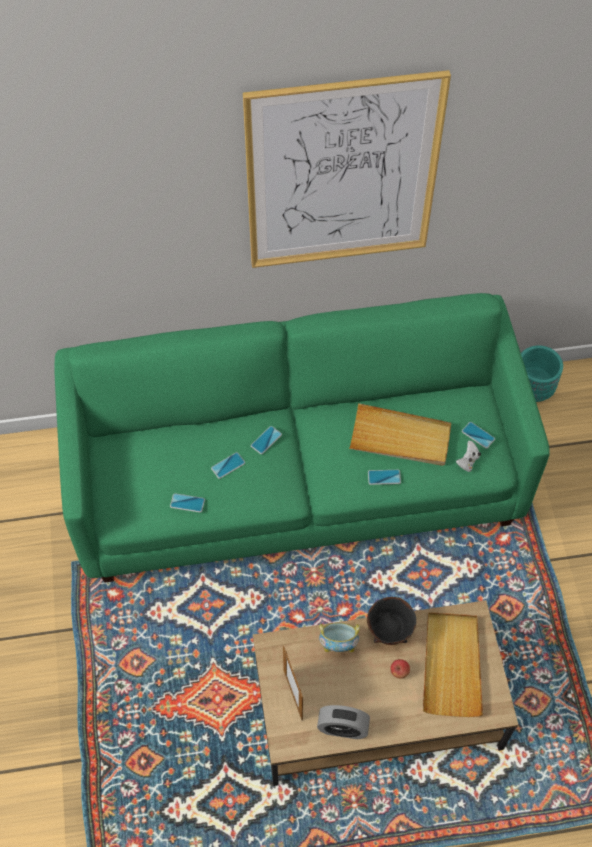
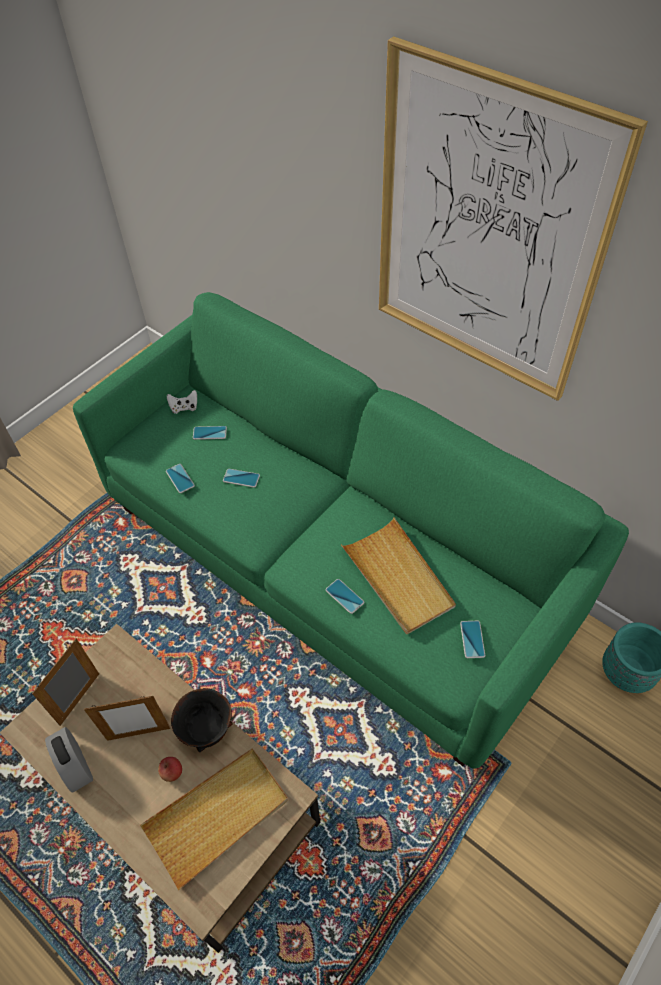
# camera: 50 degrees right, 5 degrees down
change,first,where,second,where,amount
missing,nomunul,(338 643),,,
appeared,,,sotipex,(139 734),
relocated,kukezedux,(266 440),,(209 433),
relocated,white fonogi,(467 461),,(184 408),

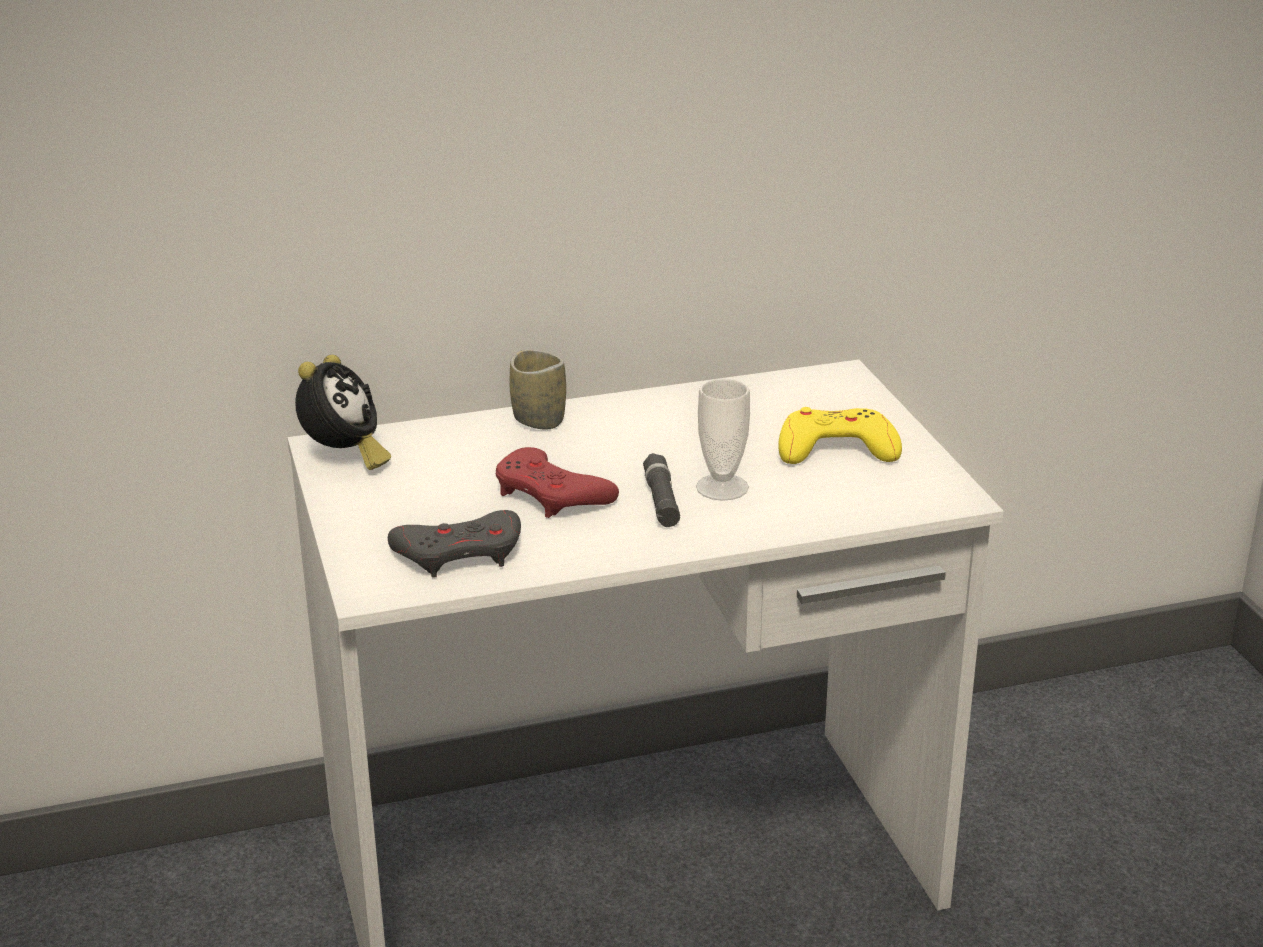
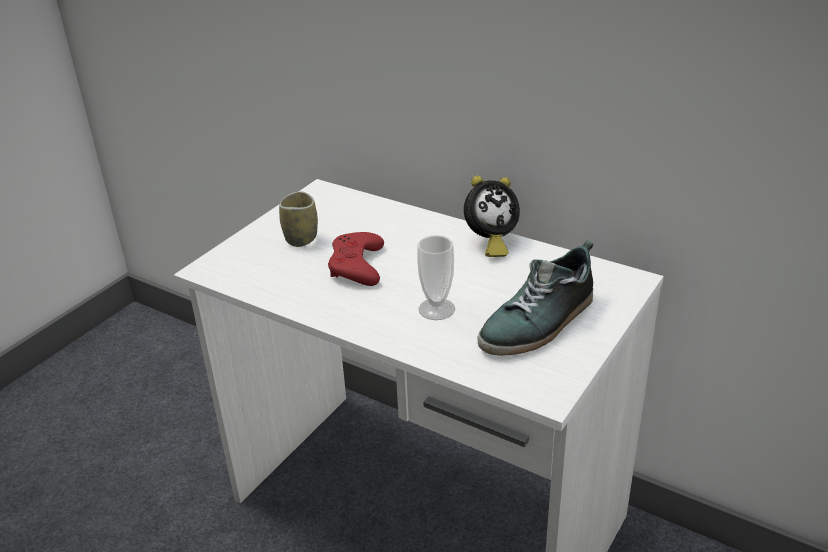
# camera: 50 degrees right, 5 degrees up
change,first,where,second,where,amount
missing,grey fonogi,(460 553),,,
missing,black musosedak,(661 500),,,
relocated,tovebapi,(344 458),,(489 243),
relocated,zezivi,(539 420),,(301 238),
exchanged,yellow fonogi,(836 448),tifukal,(539 322),

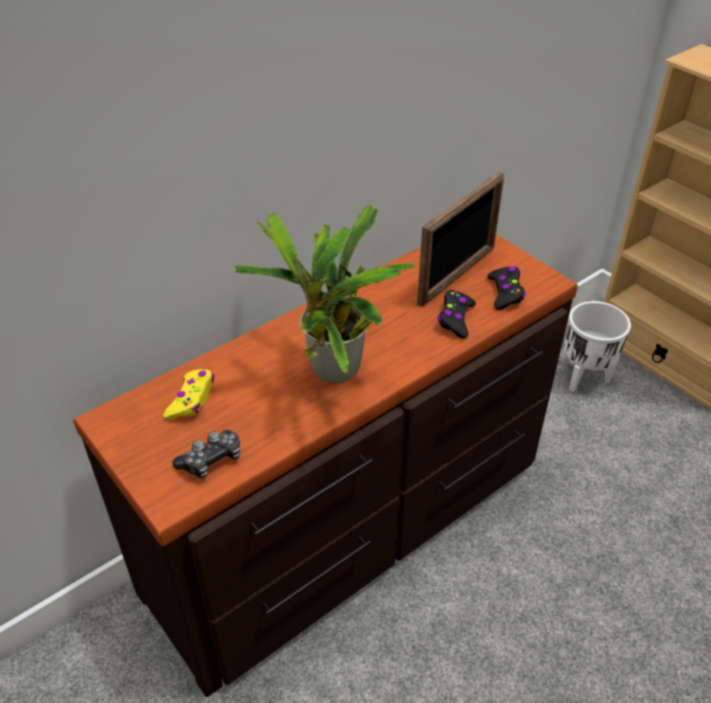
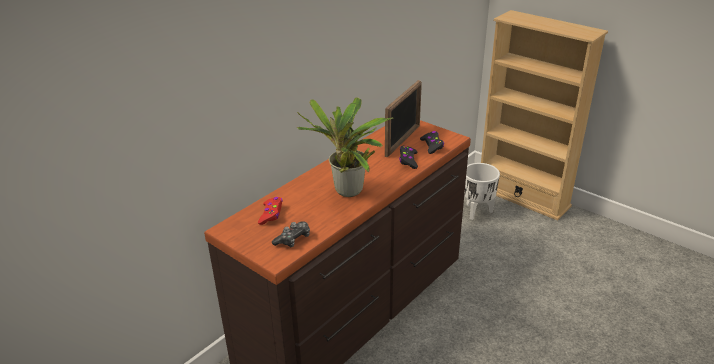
# camera: 10 degrees left, 10 degrees down
change,first,where,second,where,amount
colour,yellow fonogi,(192 399),red fonogi,(271 214),

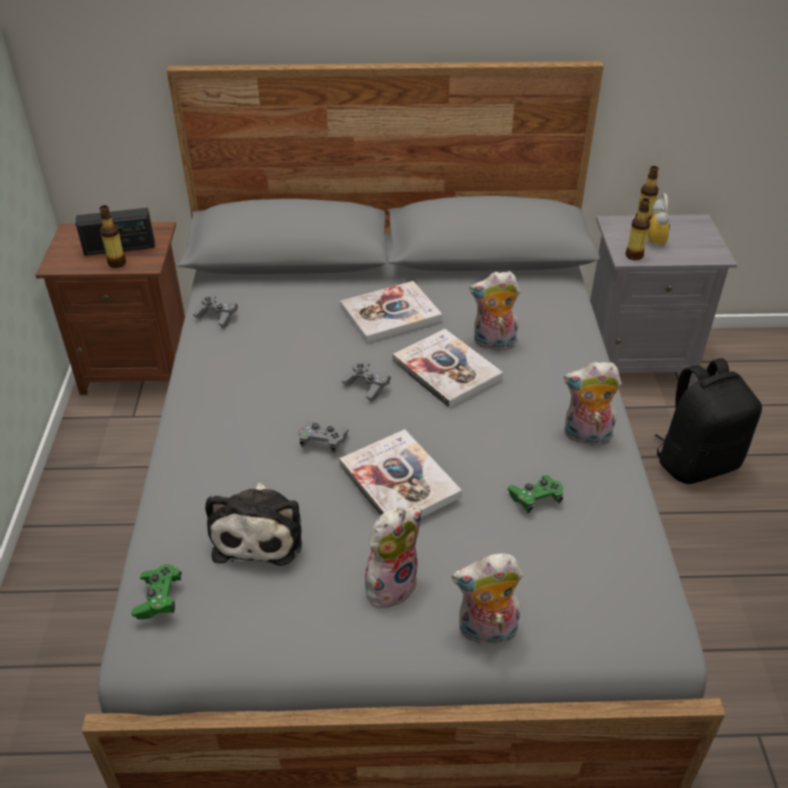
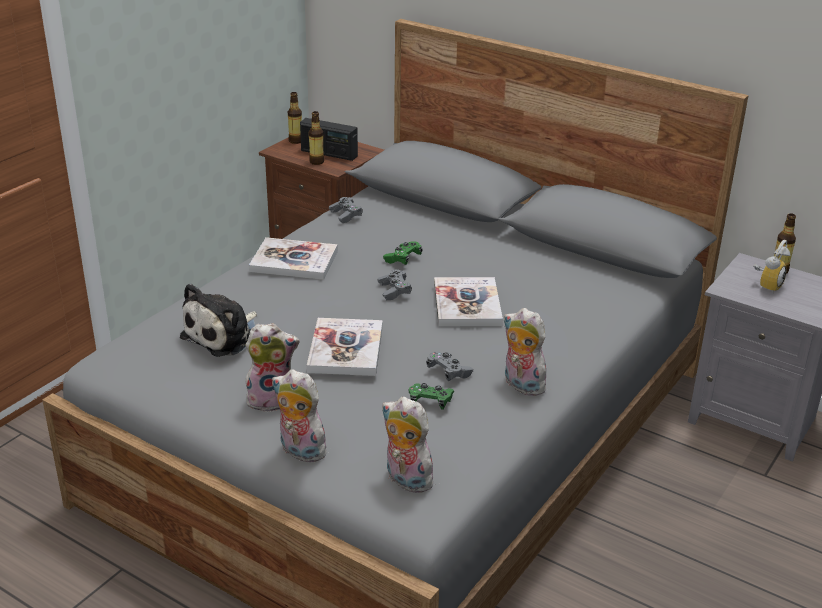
# camera: 35 degrees right, 10 degrees down
change,first,where,second,where,amount
missing,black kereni,(696 462),,,
relocated,green fonogi,(159 598),,(403 259),
relocated,grey fonogi,(323 442),,(448 372),
relocated,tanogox,(390 314),,(294 261),
relocated,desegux,(493 343),,(405 480),
relocated,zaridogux,(634 256),,(295 141),

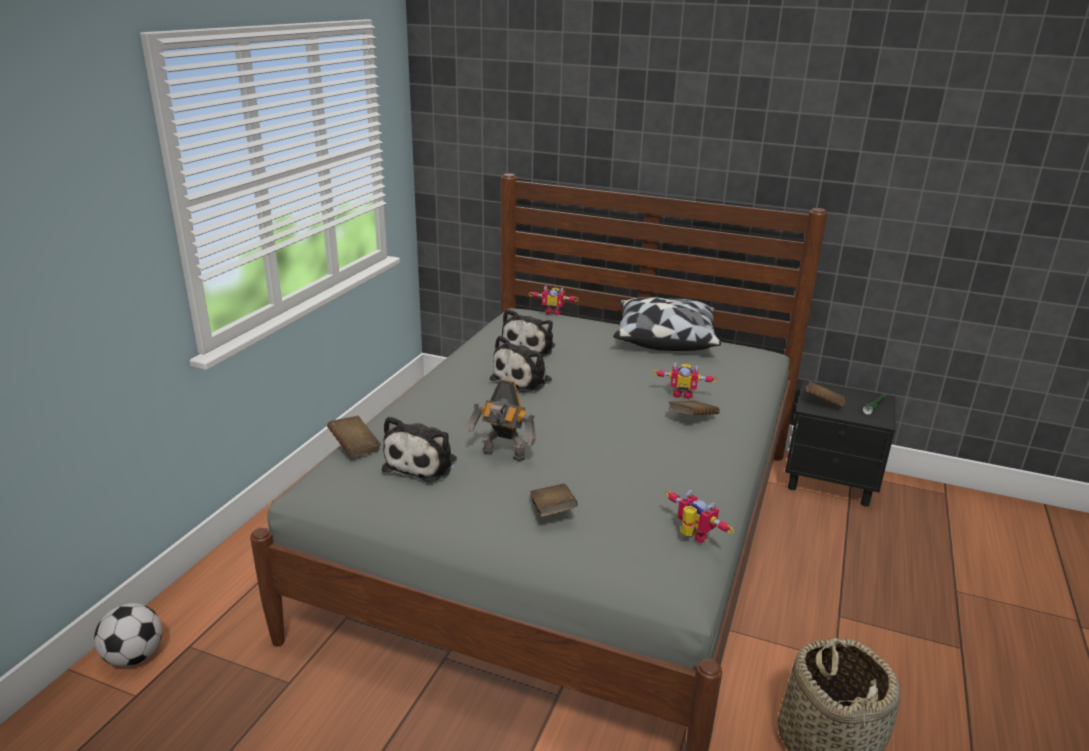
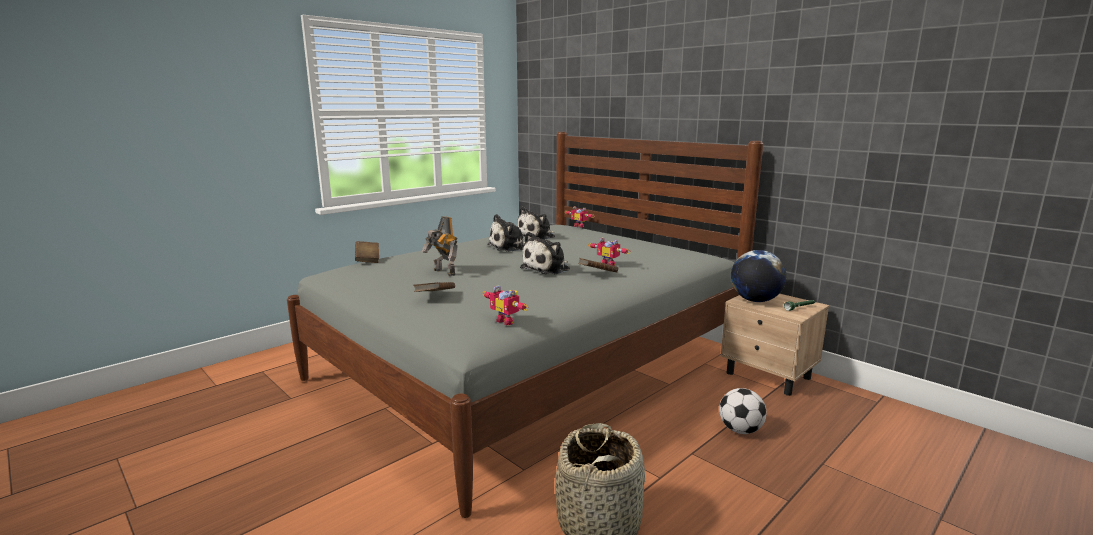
# camera: 25 degrees right, 10 degrees down
change,first,where,second,where,amount
missing,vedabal,(664 339),,,
relocated,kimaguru,(134 657),,(740 430),
relocated,desegux,(423 463),,(548 268),
exchanged,brown tanogox,(823 403),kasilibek,(755 300),
colour,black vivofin,(831 482),beige vivofin,(769 376),
spun,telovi,(691 537),,(507 321),150 degrees clockwise

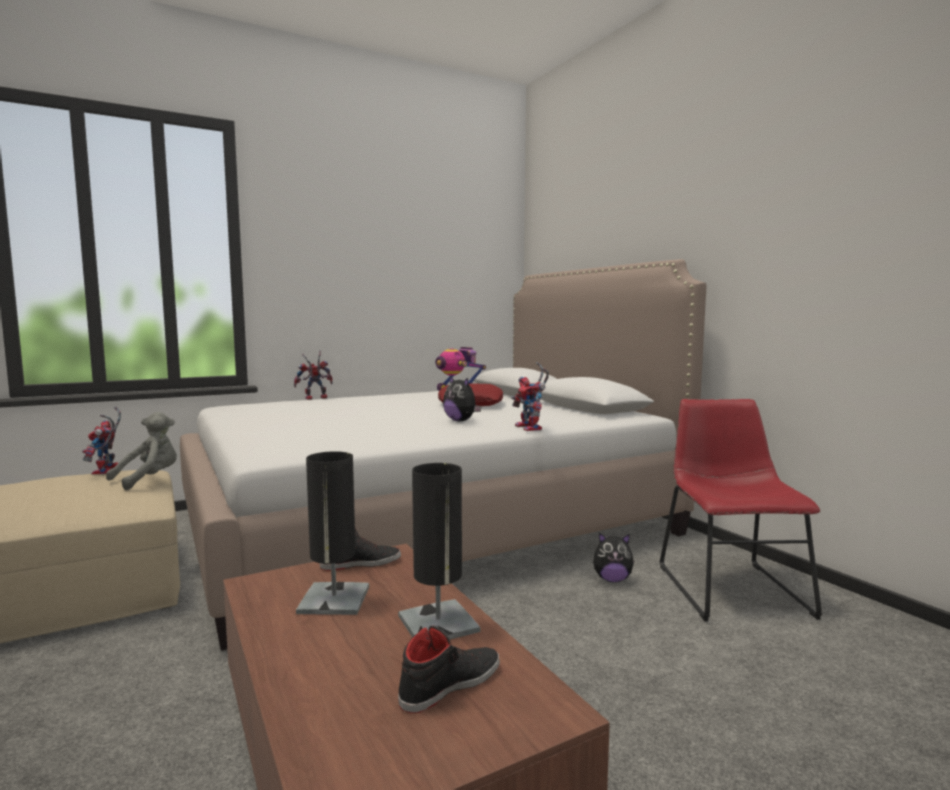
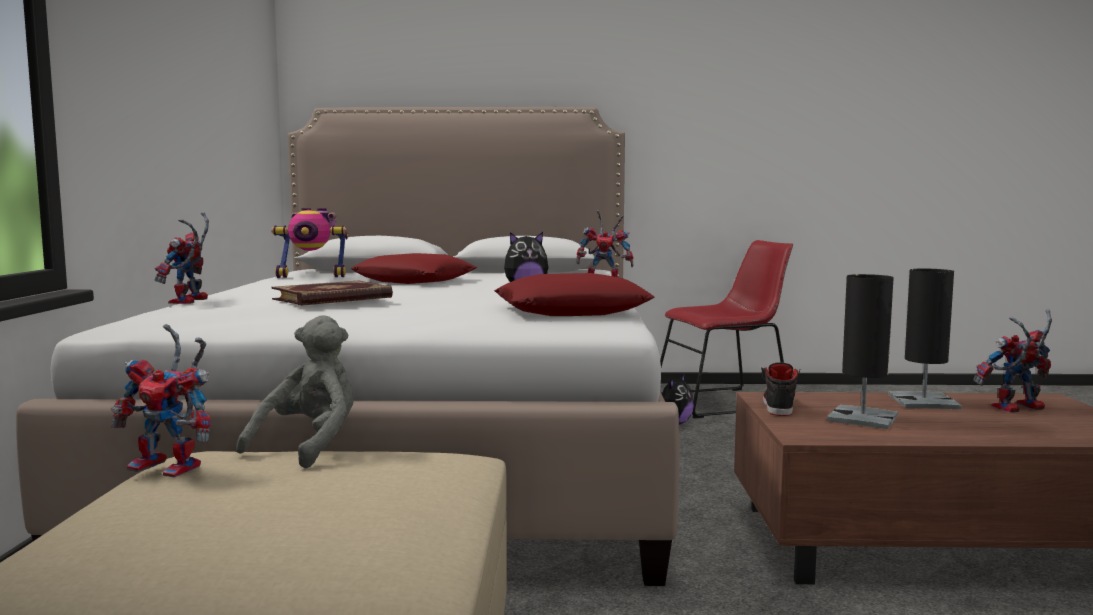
# camera: 60 degrees left, 0 degrees up
change,first,where,second,where,amount
appeared,,,tanogox,(333 298),
appeared,,,red vedabal,(572 310),
exchanged,black tifukal,(450 684),telovi,(1016 409),
spun,grey desegux,(149 479),,(310 446),45 degrees clockwise
spun,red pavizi,(729 587),,(724 402),135 degrees clockwise

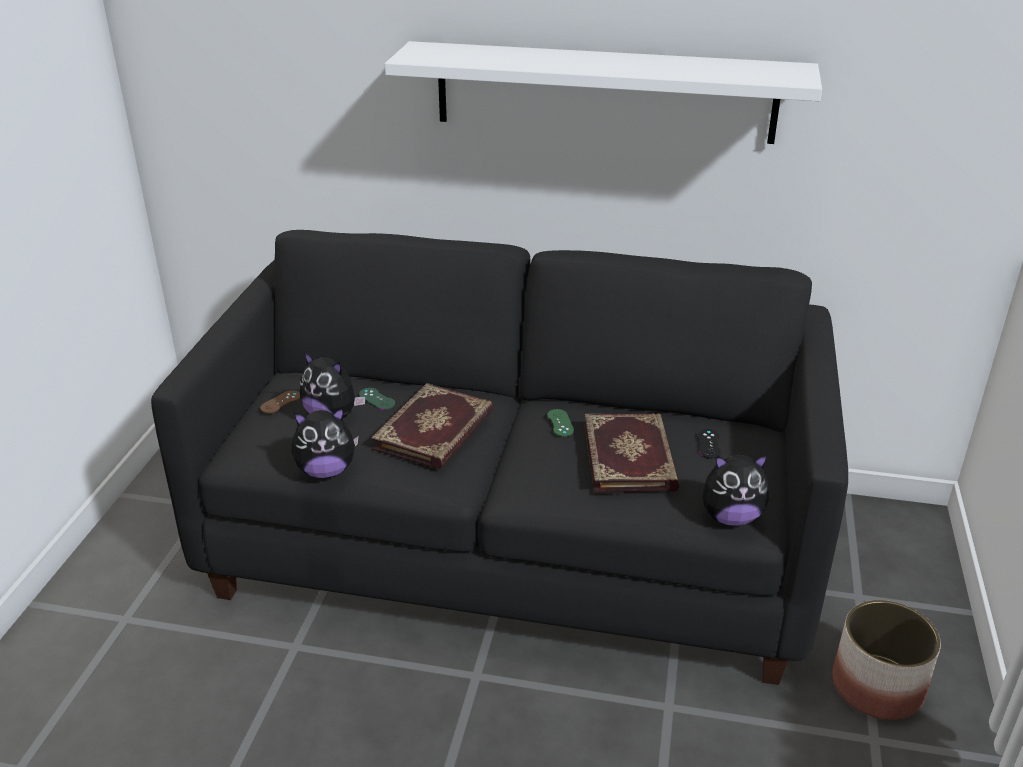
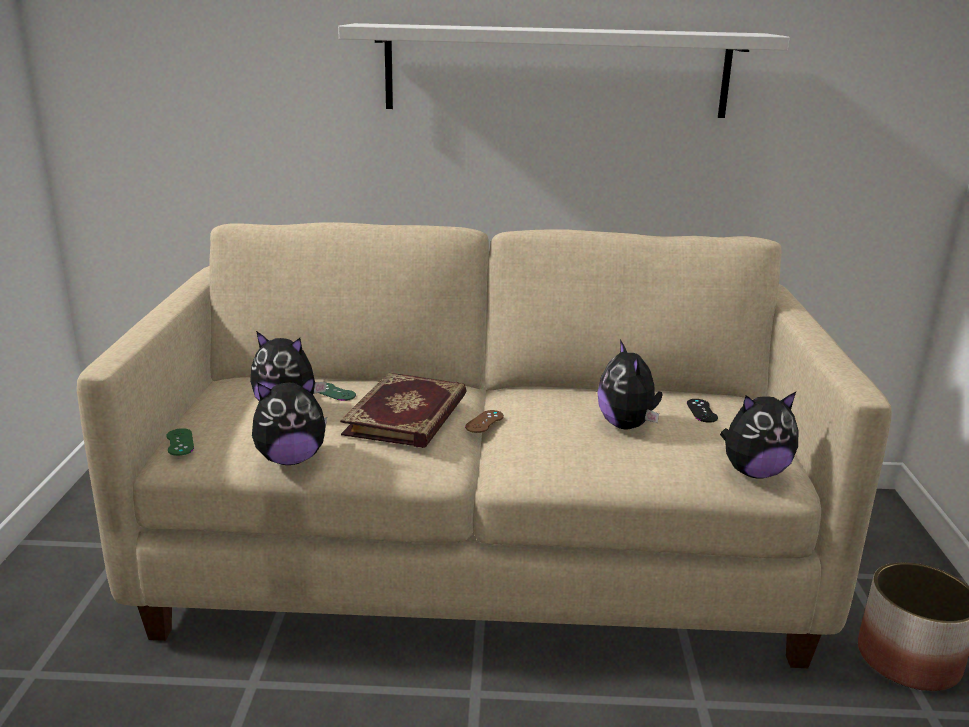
# camera: 10 degrees left, 10 degrees down
change,first,where,second,where,amount
relocated,brown fonogi,(280 402),,(484 422),
relocated,green fonogi,(560 423),,(180 442),
exchanged,tanogox,(631 457),desegux,(627 425),
colour,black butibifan,(513 545),beige butibifan,(482 556),

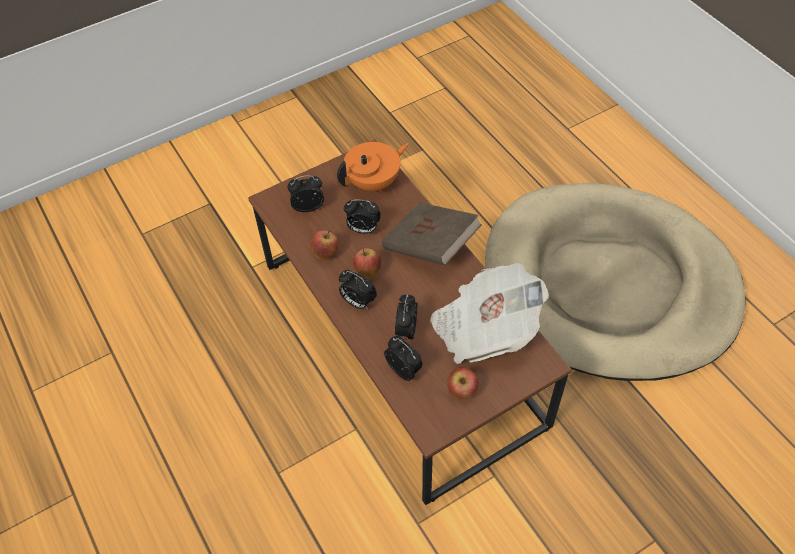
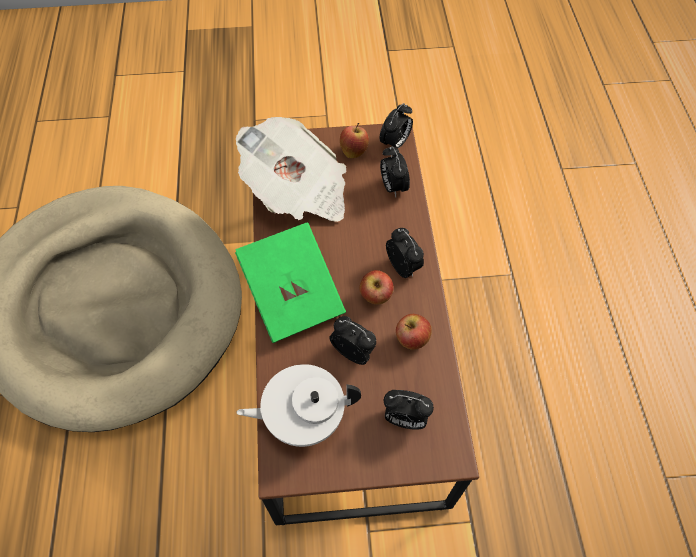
# camera: 155 degrees left, 5 degrees up
change,first,where,second,where,amount
relocated,tovebapi,(406 330),,(395 143),
colour,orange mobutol,(374 182),white mobutol,(303 417),
colour,brown tanogox,(430 247),green tanogox,(293 295),

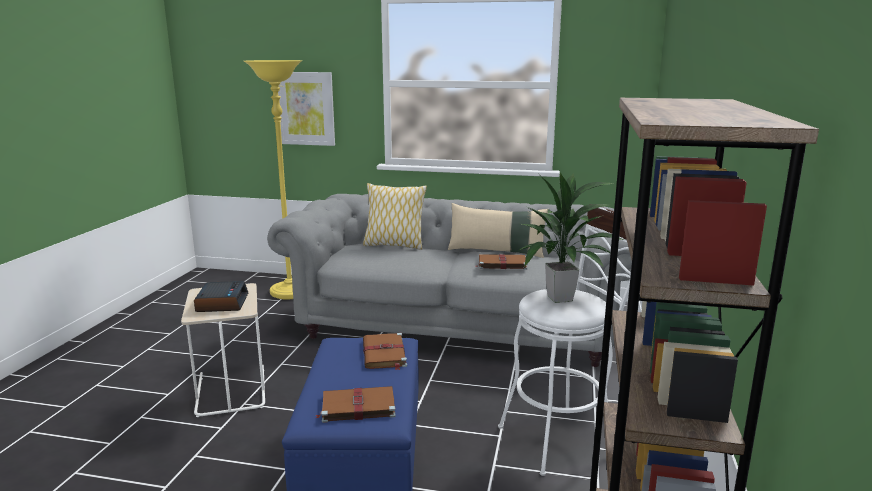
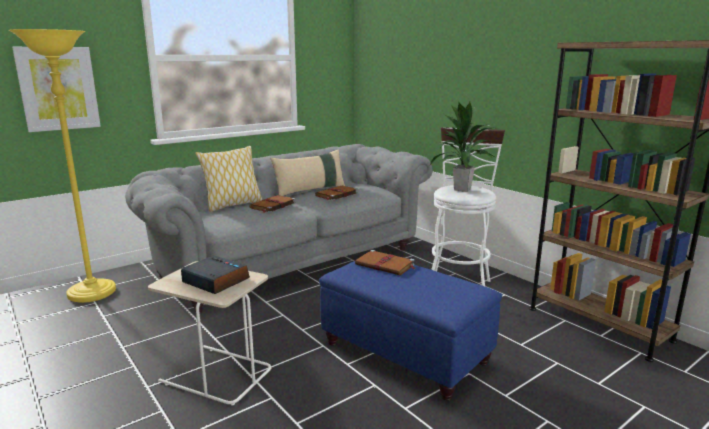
# camera: 50 degrees left, 0 degrees up
change,first,where,second,where,amount
relocated,brown tanogox,(357 406),,(272 205),

